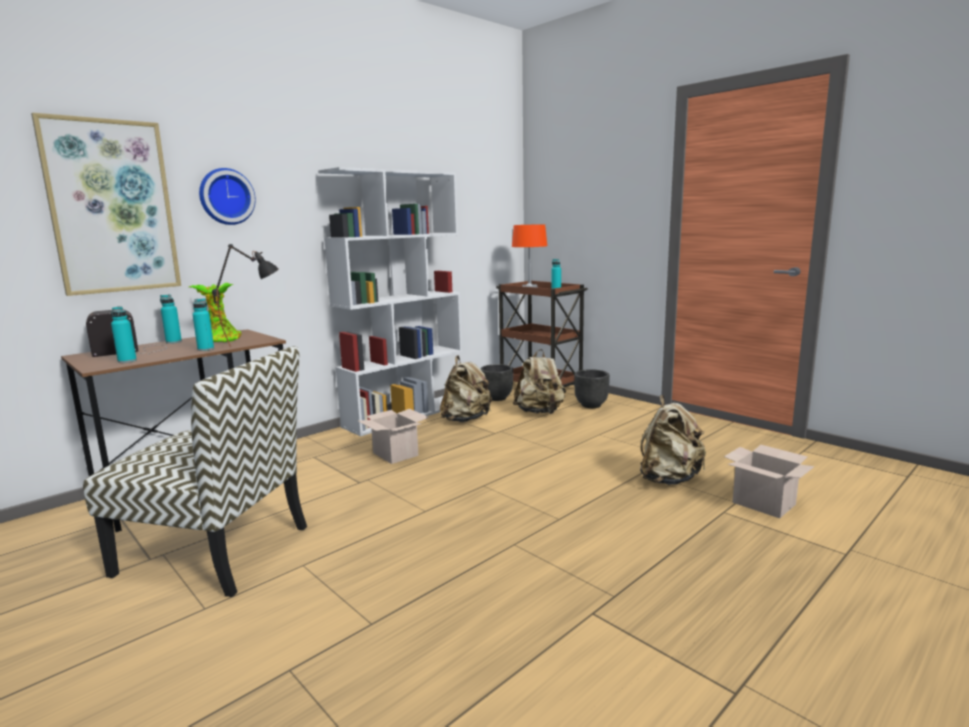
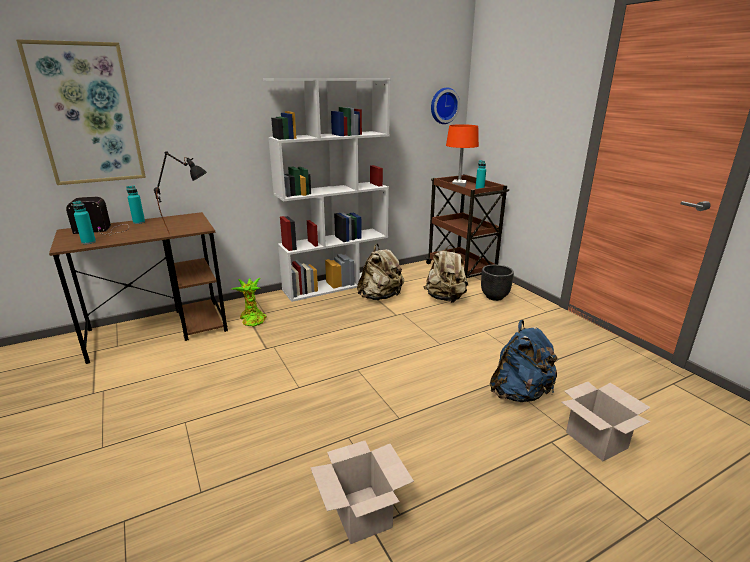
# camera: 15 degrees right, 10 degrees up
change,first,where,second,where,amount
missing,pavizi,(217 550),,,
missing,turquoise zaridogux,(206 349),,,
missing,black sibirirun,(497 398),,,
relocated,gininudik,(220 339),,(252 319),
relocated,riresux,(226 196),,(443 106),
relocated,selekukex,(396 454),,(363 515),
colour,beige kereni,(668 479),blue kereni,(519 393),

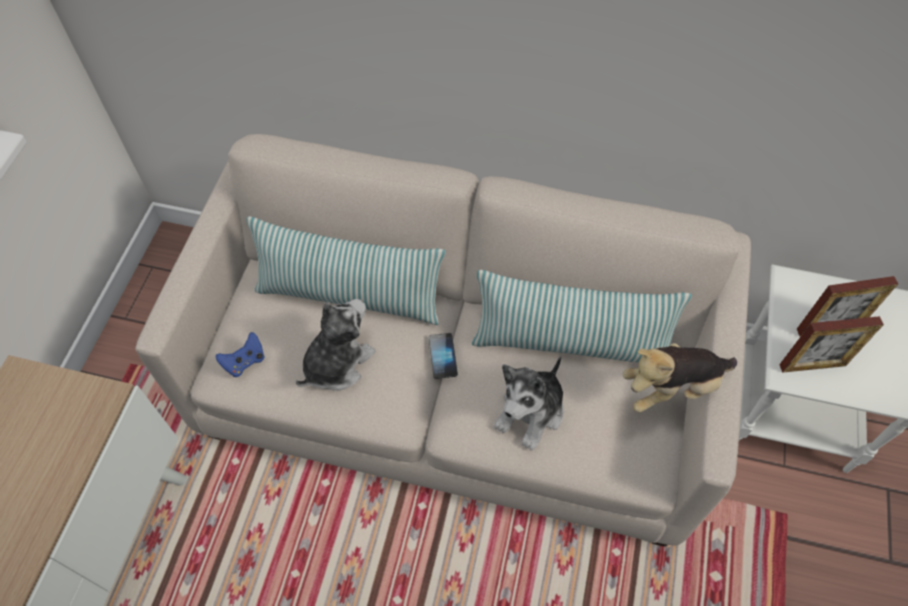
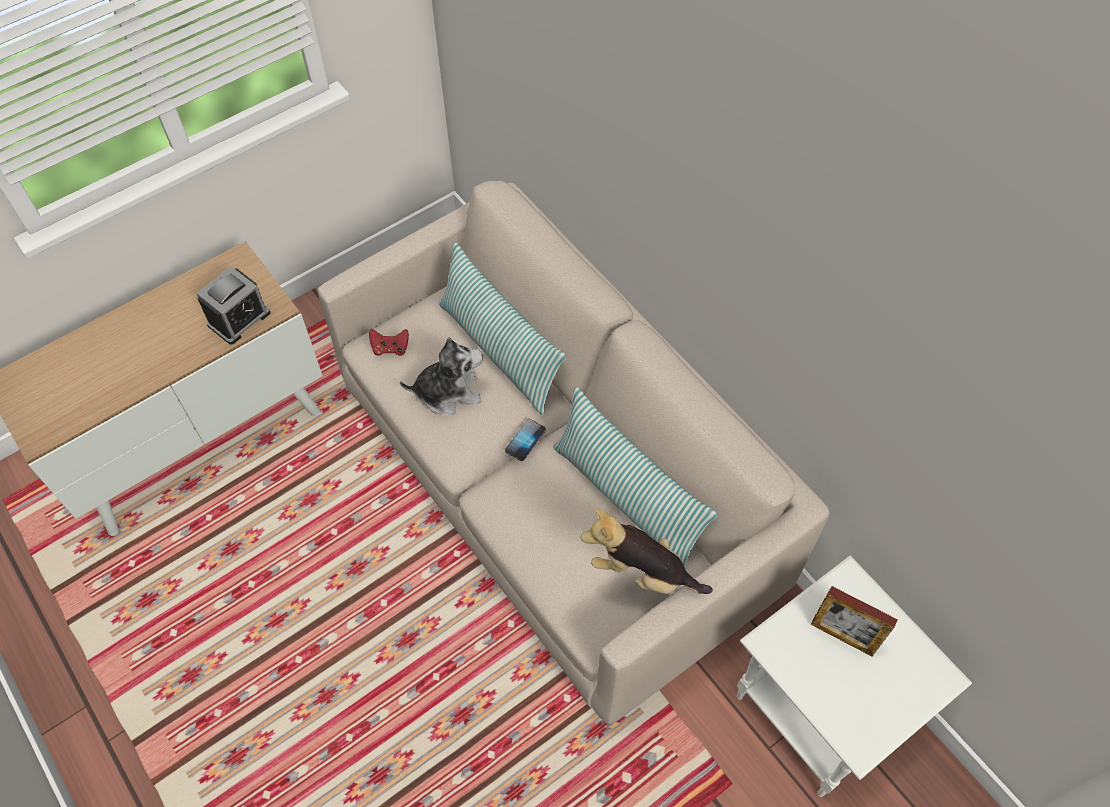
# camera: 40 degrees right, 0 degrees up
change,first,where,second,where,amount
missing,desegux,(531 412),,,
missing,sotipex,(812 365),,,
appeared,,,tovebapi,(239 318),
colour,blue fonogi,(245 362),red fonogi,(390 348),

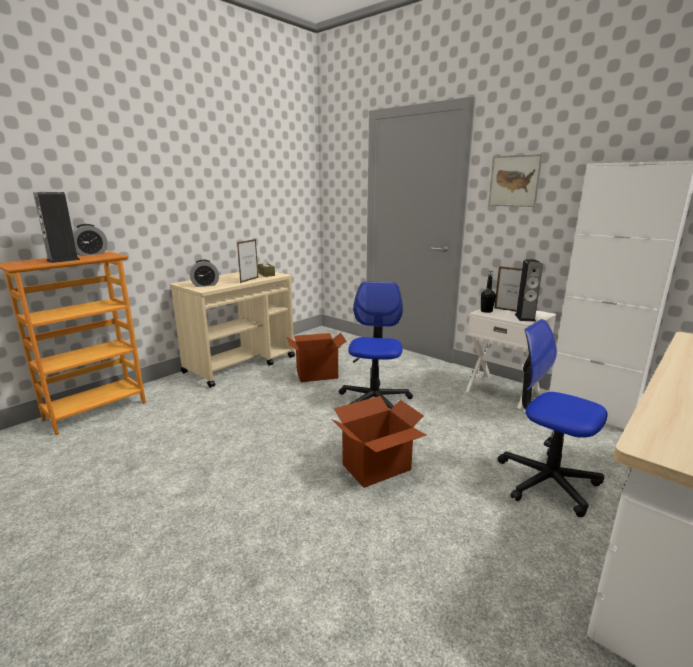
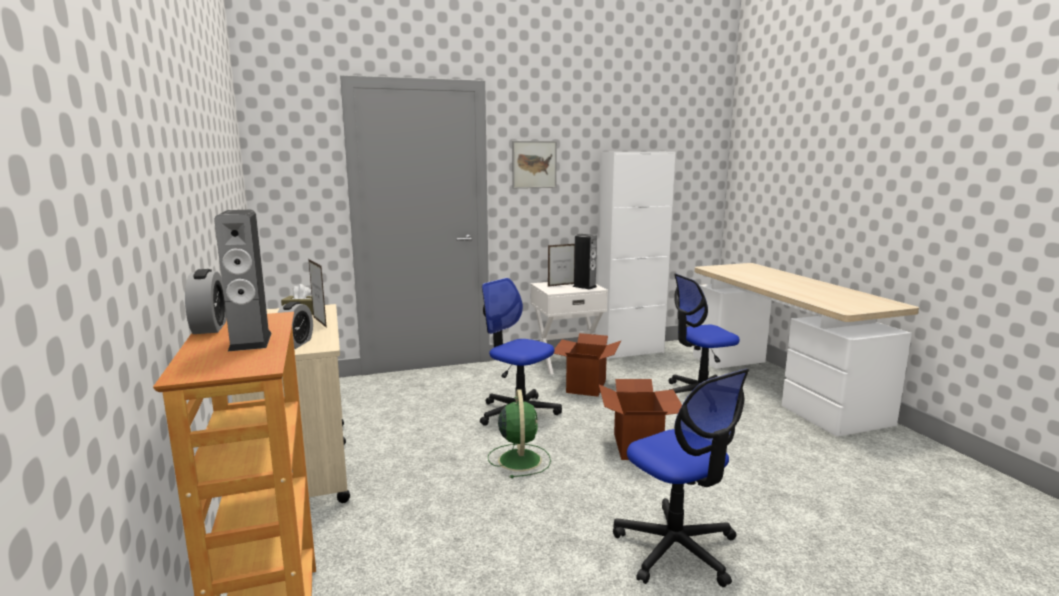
# camera: 60 degrees left, 5 degrees down
change,first,where,second,where,amount
missing,black zaridogux,(486 311),,,
appeared,,,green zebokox,(519 459),
appeared,,,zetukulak,(676 549),
relocated,selekukex,(316 374),,(585 386),

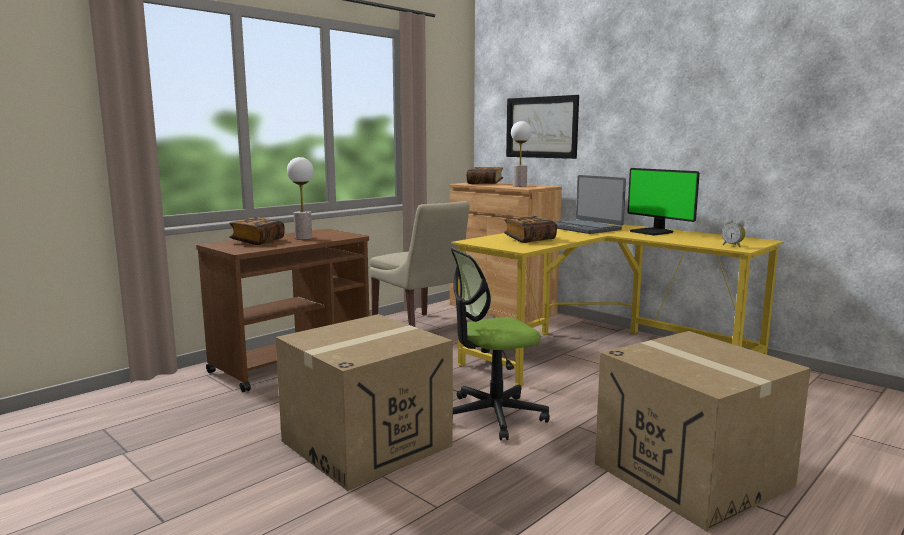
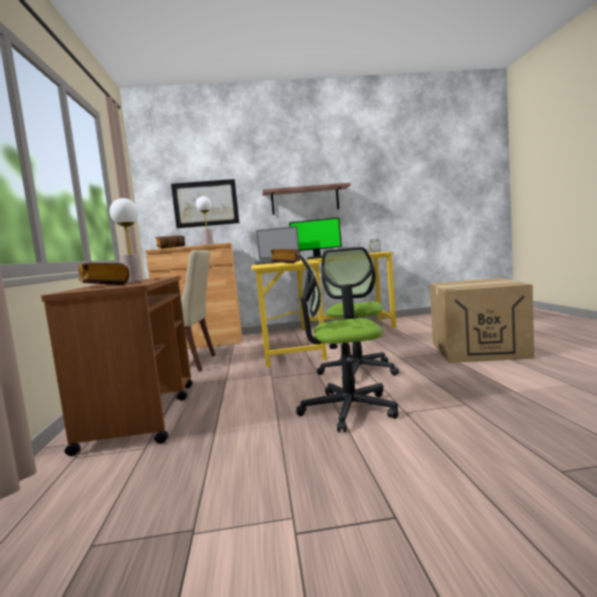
# camera: 50 degrees left, 5 degrees down
change,first,where,second,where,amount
appeared,,,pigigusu,(305 200),
exchanged,selekukex,(366 443),zetukulak,(347 409),

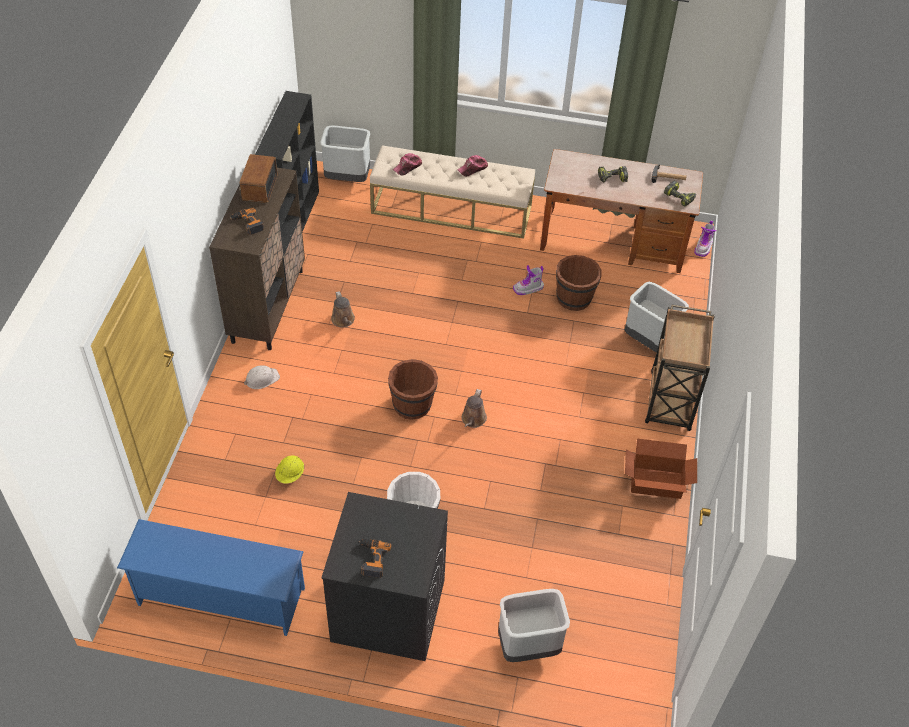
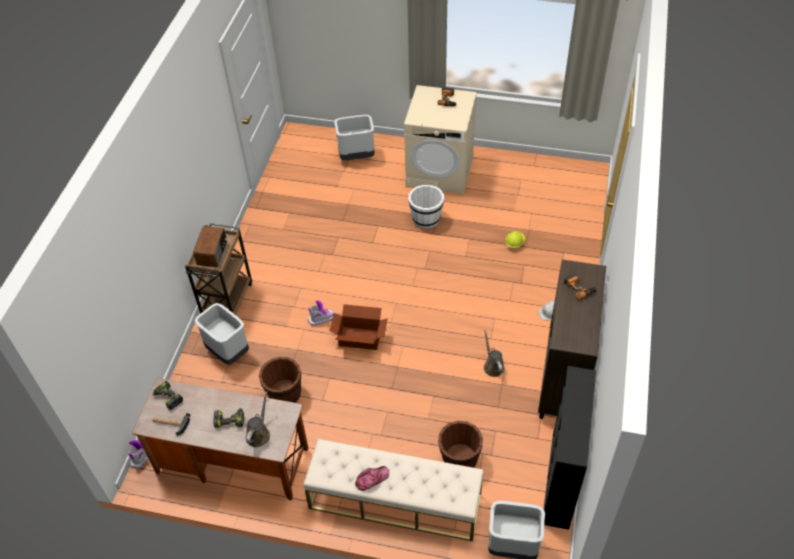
# camera: 175 degrees left, 0 degrees up
change,first,where,second,where,amount
missing,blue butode,(220 597),,,
missing,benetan,(407 167),,,
relocated,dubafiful,(259 187),,(213 253),
relocated,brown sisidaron,(412 404),,(459 459),
relocated,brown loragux,(473 420),,(259 434),
relocated,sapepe,(528 288),,(321 319),
relocated,selekukex,(656 483),,(359 337),
colour,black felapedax,(387 610),beige felapedax,(440 171),

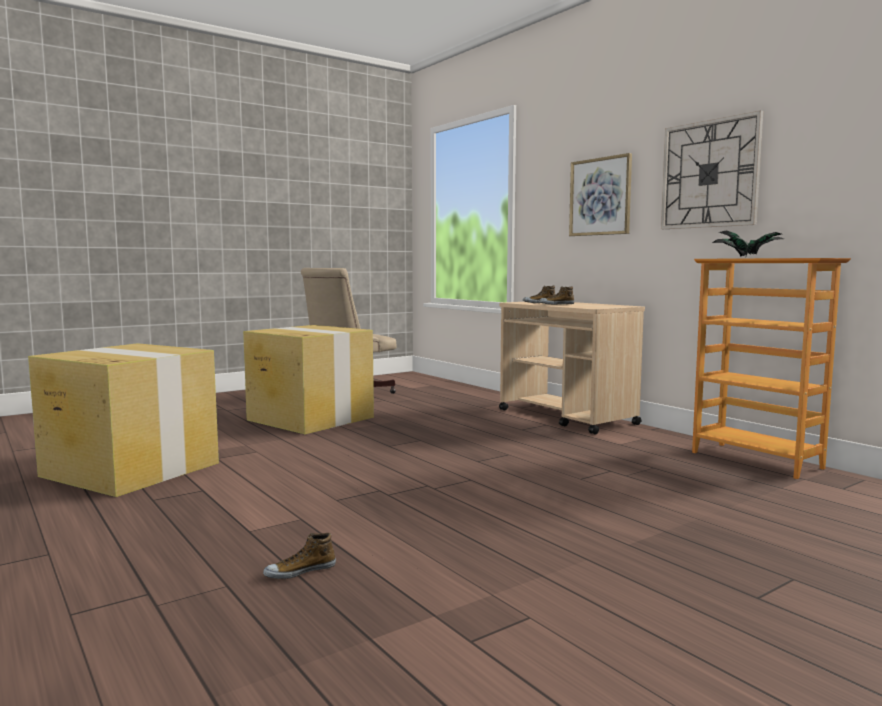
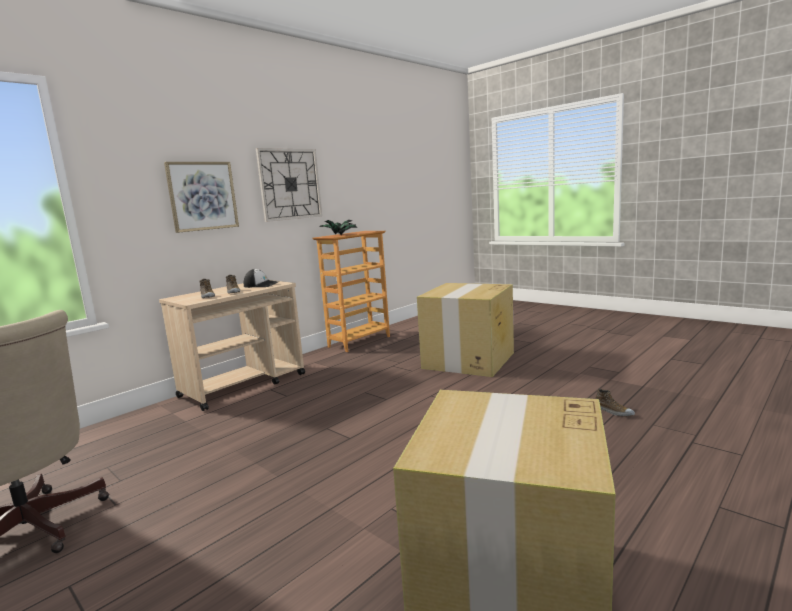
# camera: 100 degrees left, 5 degrees up
change,first,where,second,where,amount
appeared,,,benetan,(262 285),
relocated,selekukex,(309 418),,(468 360),

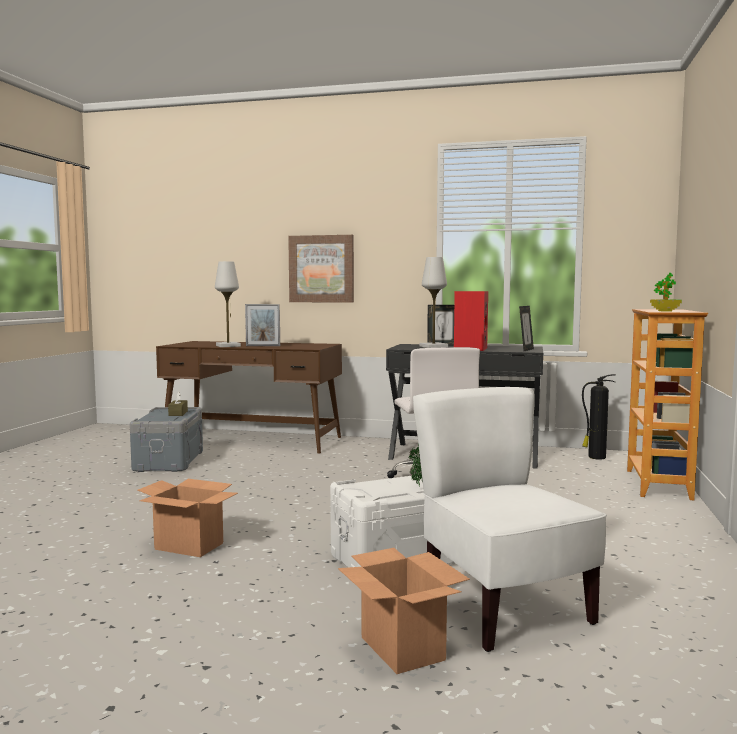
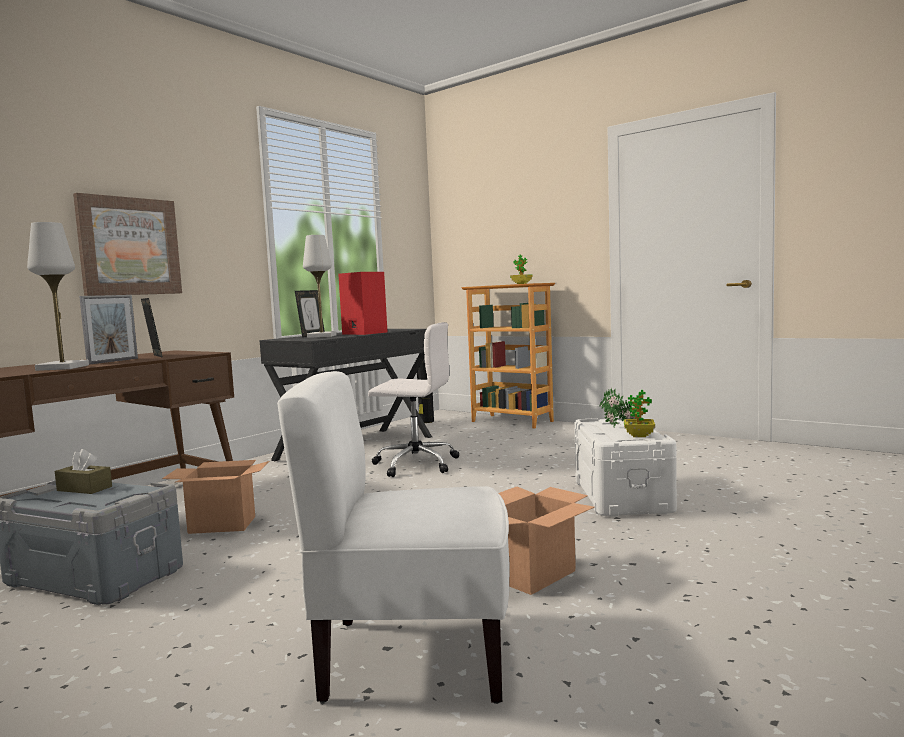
# camera: 65 degrees left, 0 degrees up
change,first,where,second,where,amount
appeared,,,gininudik,(639 436),
relocated,selekukex,(401 648),,(221 525),
relocated,white pavizi,(504 609),,(413 656),
relocated,sotipex,(526 350),,(154 356),

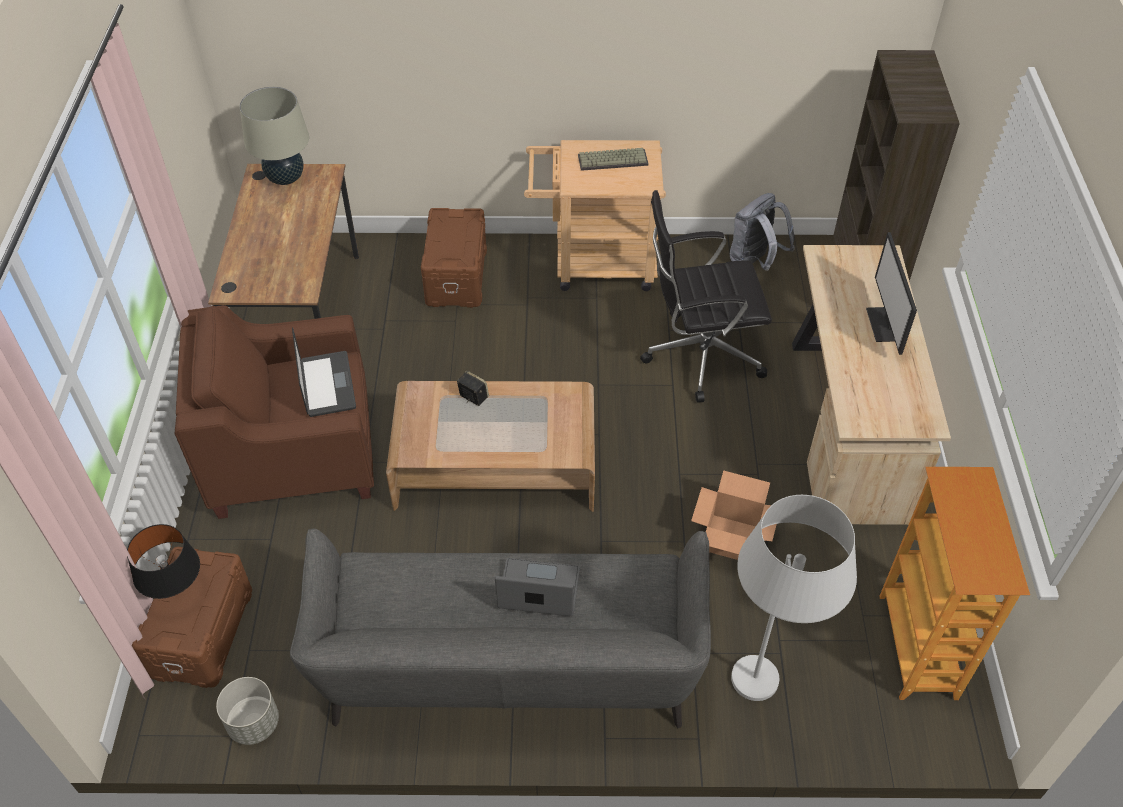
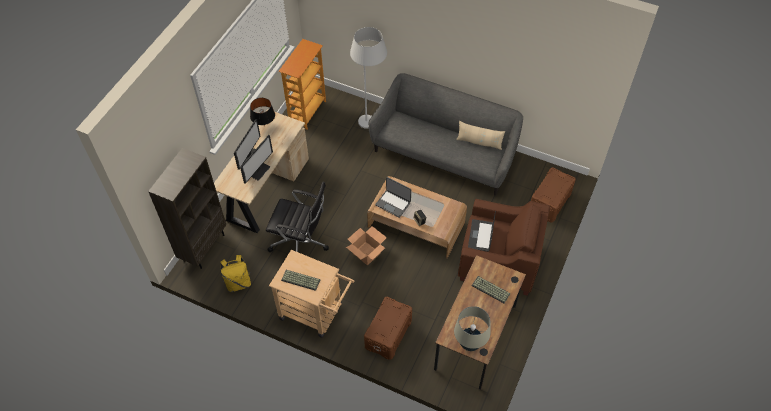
# camera: 155 degrees left, 5 degrees up
change,first,where,second,where,amount
missing,grey sibirirun,(253 723),,,
appeared,,,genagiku,(259 170),
appeared,,,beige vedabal,(479 142),
appeared,,,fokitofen,(490 290),
relocated,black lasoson,(177 592),,(264 126),
relocated,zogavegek,(538 591),,(393 203),
relocated,selekukex,(732 538),,(366 253),
colour,grey kereni,(755 262),yellow kereni,(238 283),

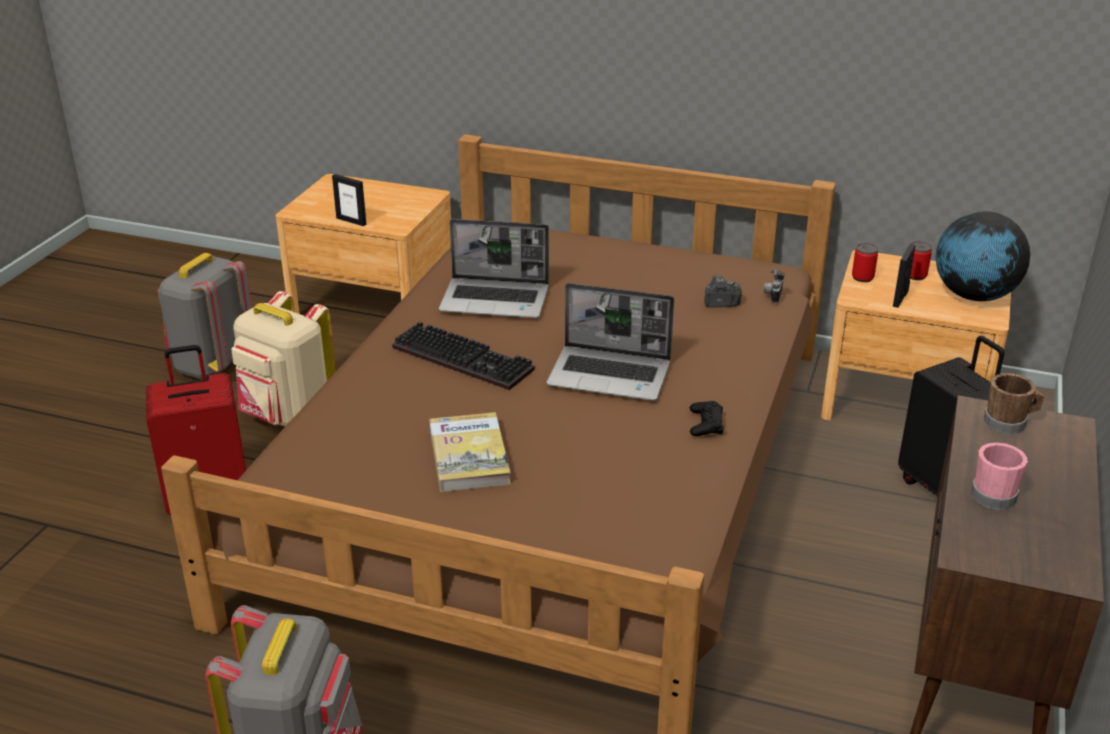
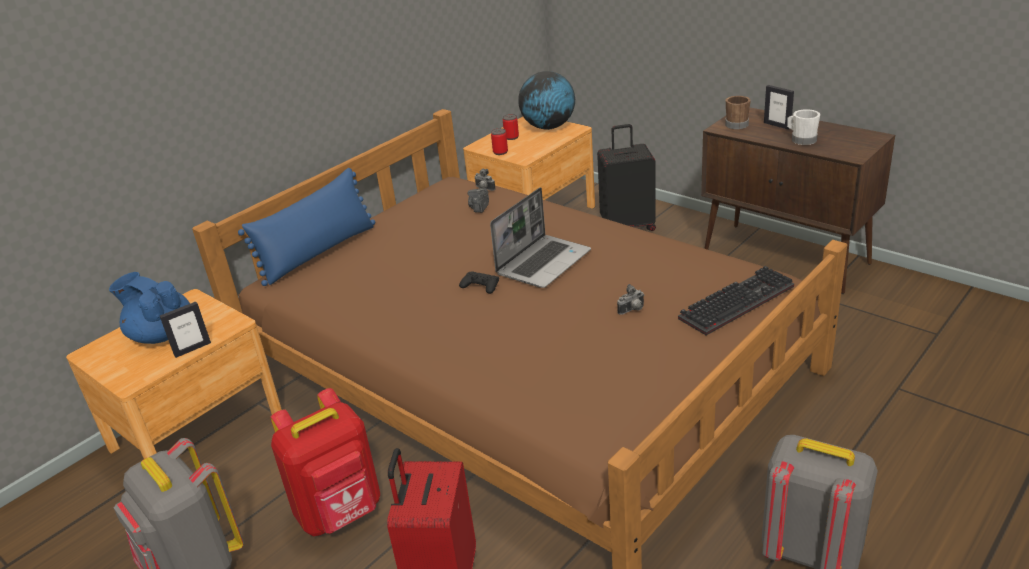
# camera: 65 degrees left, 0 degrees up
change,first,where,second,where,amount
missing,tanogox,(469 456),,,
missing,zogavegek,(496 300),,,
appeared,,,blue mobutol,(161 334),
appeared,,,blue vedabal,(319 252),
appeared,,,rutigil,(632 310),
relocated,fokitofen,(466 358),,(736 301),
relocated,black fonogi,(706 424),,(480 286),
relocated,sotipex,(900 298),,(777 125),
colour,beige kereni,(288 417),red kereni,(341 513),
colour,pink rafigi,(994 493),white rafigi,(801 139),

